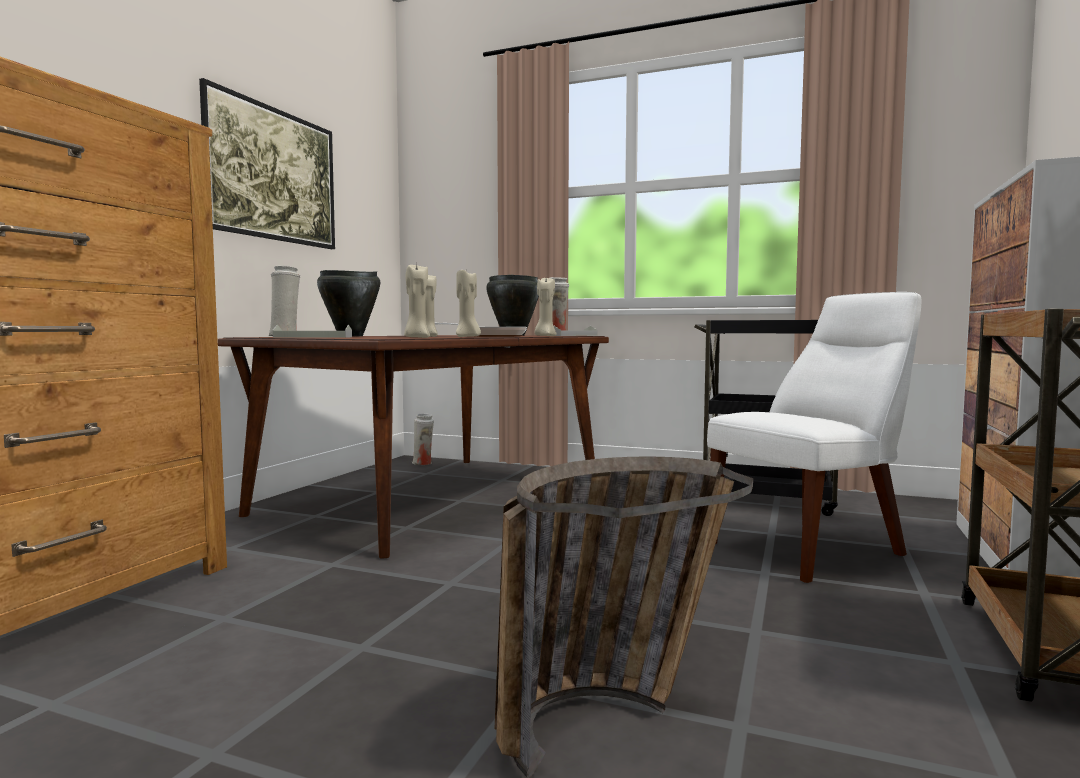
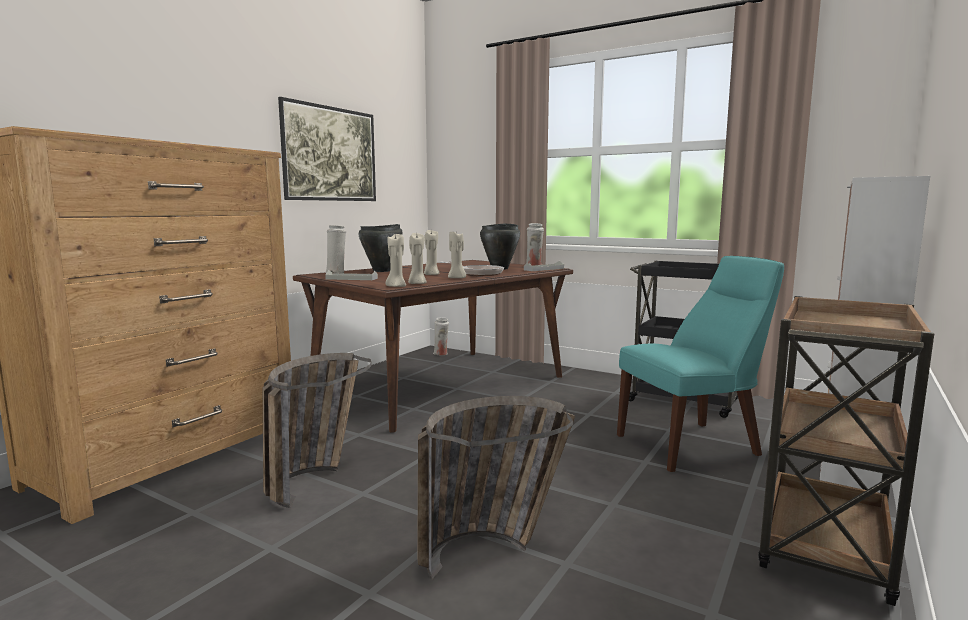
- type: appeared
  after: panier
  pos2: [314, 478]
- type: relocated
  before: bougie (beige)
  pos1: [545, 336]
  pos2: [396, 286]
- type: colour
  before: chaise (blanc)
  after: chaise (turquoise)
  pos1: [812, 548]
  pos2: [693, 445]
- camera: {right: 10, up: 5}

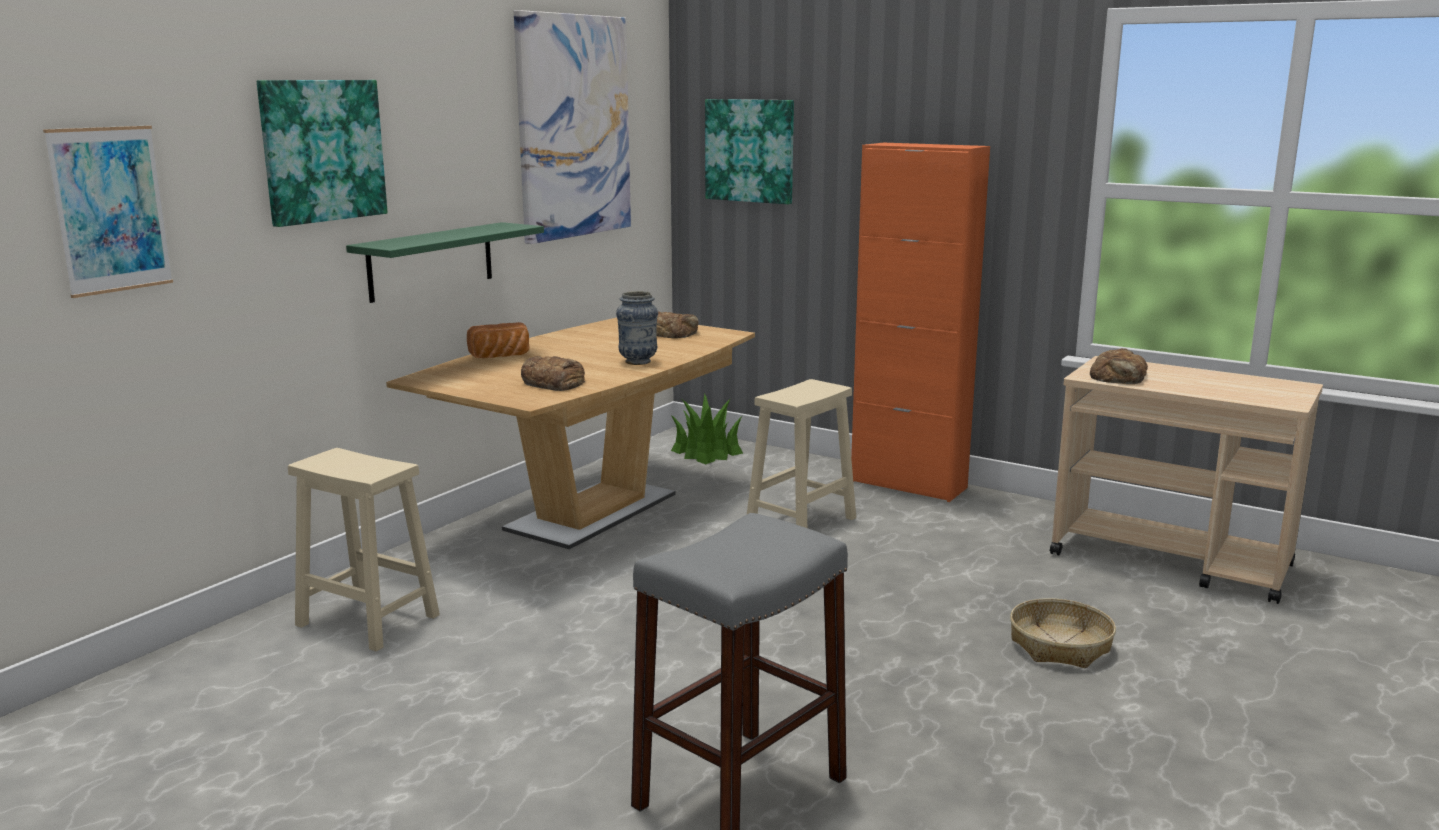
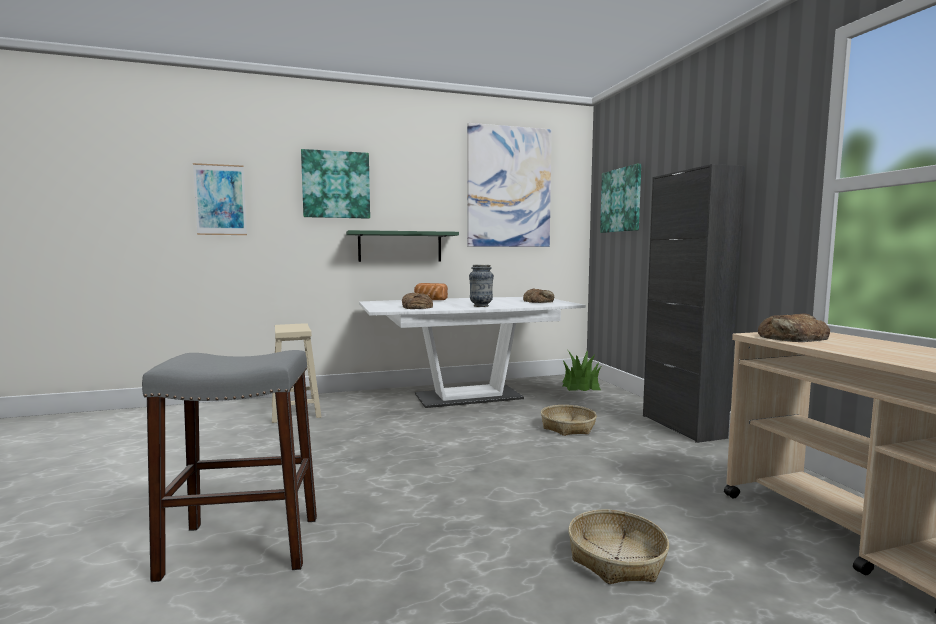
- type: exchanged
  before: tabouret (beige)
  after: panier
  pos1: [800, 522]
  pos2: [568, 427]
- type: colour
  before: table à manger (marron)
  after: table à manger (blanc)
  pos1: [592, 512]
  pos2: [468, 397]
- type: colour
  before: meuble de rangement (orange)
  after: meuble de rangement (noir)
  pos1: [908, 484]
  pos2: [682, 426]
- camera: {right: 40, up: -10}

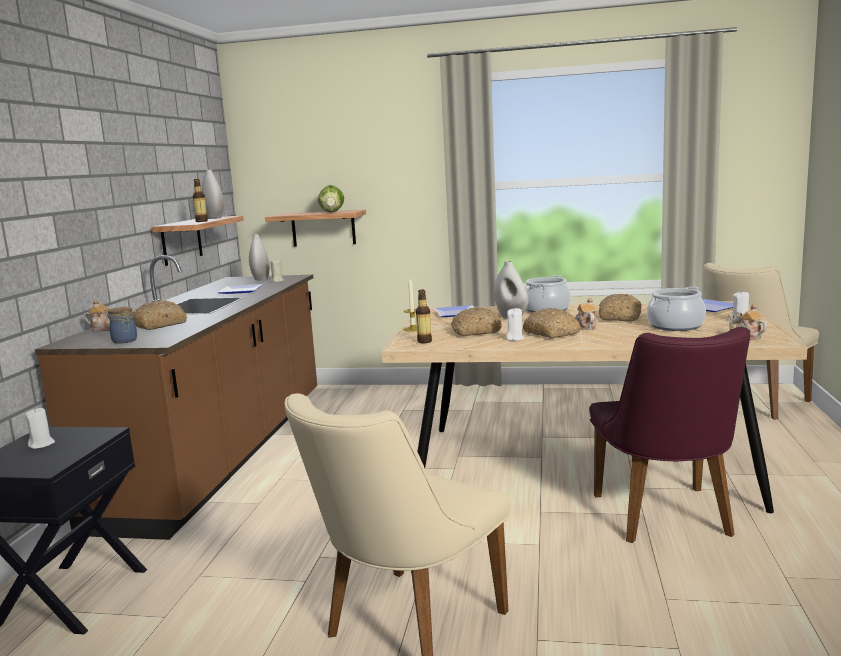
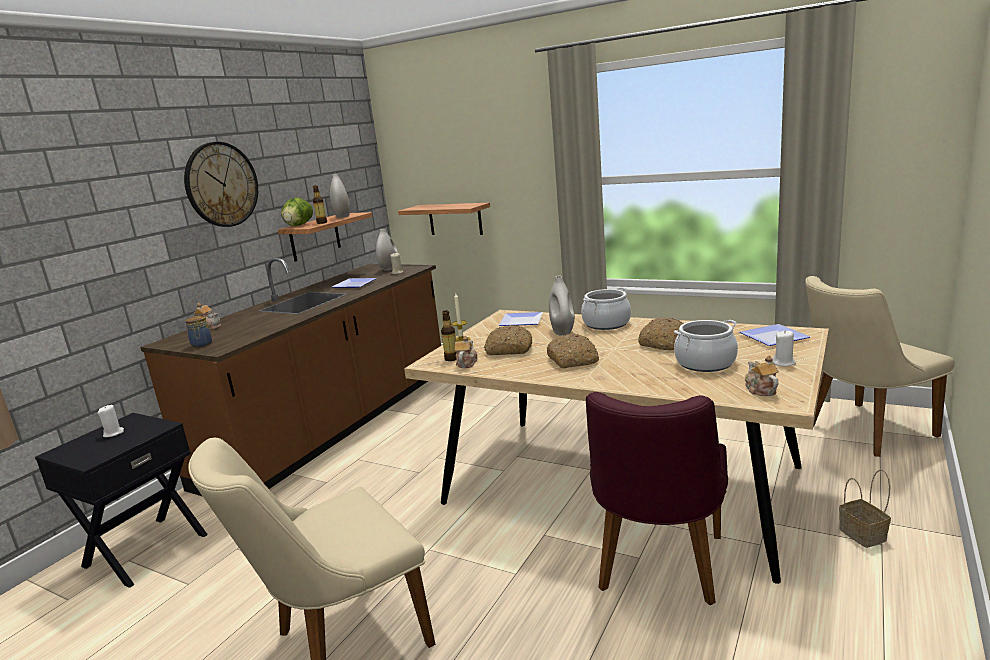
- type: missing
  before: pain
  pos1: [160, 325]
- type: missing
  before: bougie (blanc)
  pos1: [514, 338]
- type: appeared
  after: horloge murale
  pos2: [221, 184]
- type: appeared
  after: panier
  pos2: [864, 535]
- type: relocated
  before: laitue
  pos1: [332, 212]
  pos2: [298, 225]
- type: relocated
  before: théière
  pos1: [585, 327]
  pos2: [466, 363]
- camera: {right: 20, up: 5}

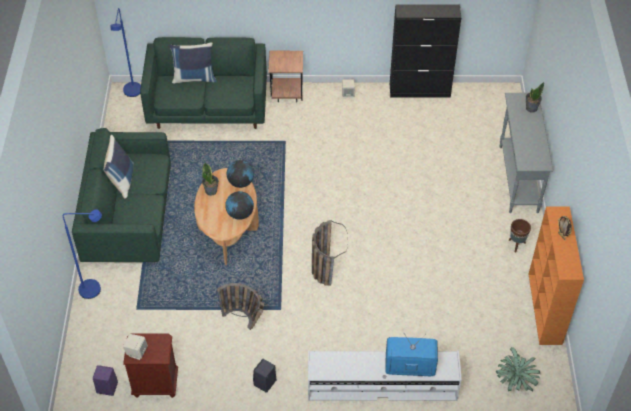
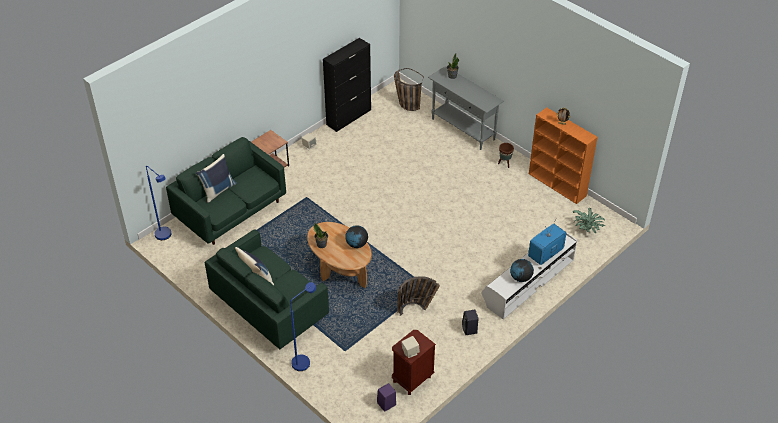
- type: relocated
  before: globe
  pos1: [241, 182]
  pos2: [520, 278]
- type: relocated
  before: panier
  pos1: [324, 266]
  pos2: [405, 103]
- camera: {right: -45, up: -5}

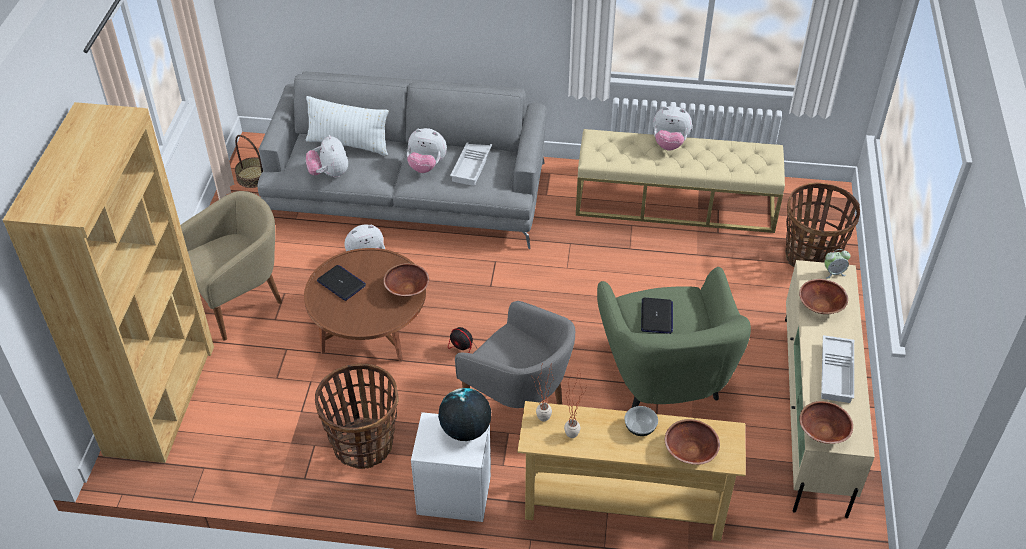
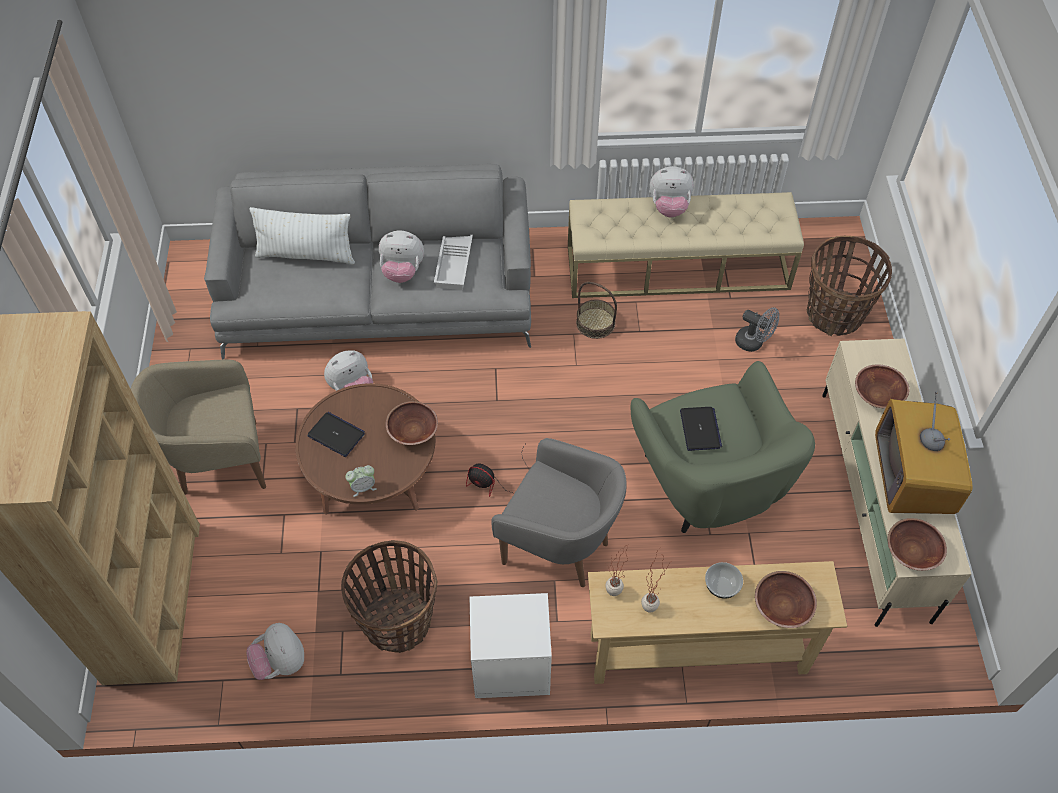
- type: missing
  before: globe
  pos1: [465, 430]
- type: appeared
  after: ventilateur (gris)
  pos2: [753, 342]
- type: relocated
  before: panier
  pos1: [253, 176]
  pos2: [595, 323]
- type: relocated
  before: peluche
  pos1: [329, 174]
  pos2: [280, 662]
- type: relocated
  before: réveil
  pos1: [833, 272]
  pos2: [363, 487]
- type: exchanged
  before: plateau (blanc)
  after: téléviseur
  pos1: [837, 373]
  pos2: [912, 476]
- type: spun
  before: fauteuil (beige)
  pos1: [241, 303]
  pos2: [219, 463]
  turn: -150
- camera: {right: -10, up: 10}

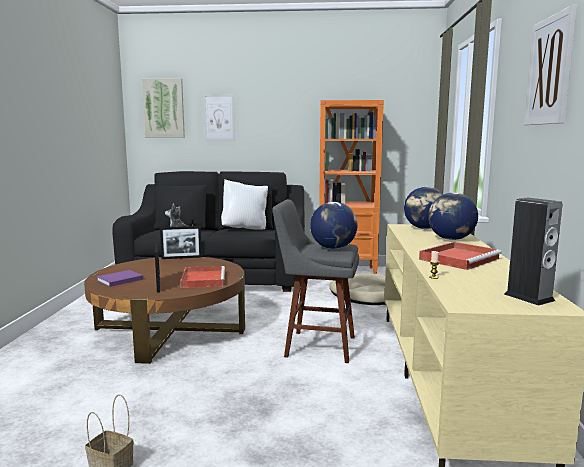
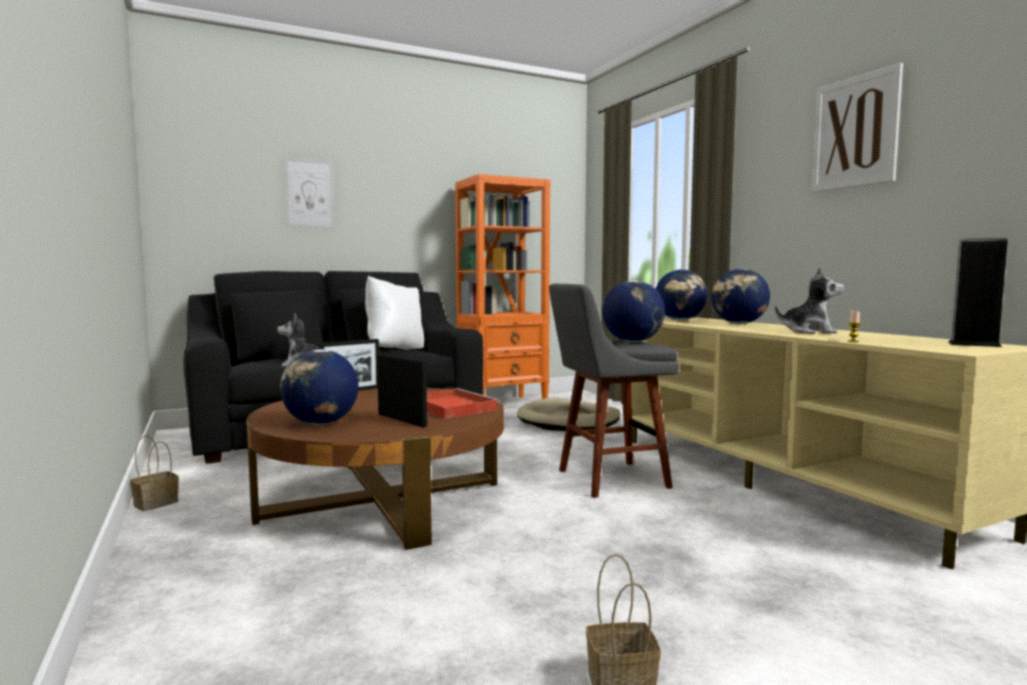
- type: missing
  before: tableau
  pos1: [164, 108]
- type: appeared
  after: panier
  pos2: [155, 504]
- type: exchanged
  before: livre (violet)
  after: globe
  pos1: [119, 280]
  pos2: [320, 423]
- type: exchanged
  before: plateau (rouge)
  after: peluche
  pos1: [459, 258]
  pos2: [809, 332]
- camera: {right: -30, up: -5}

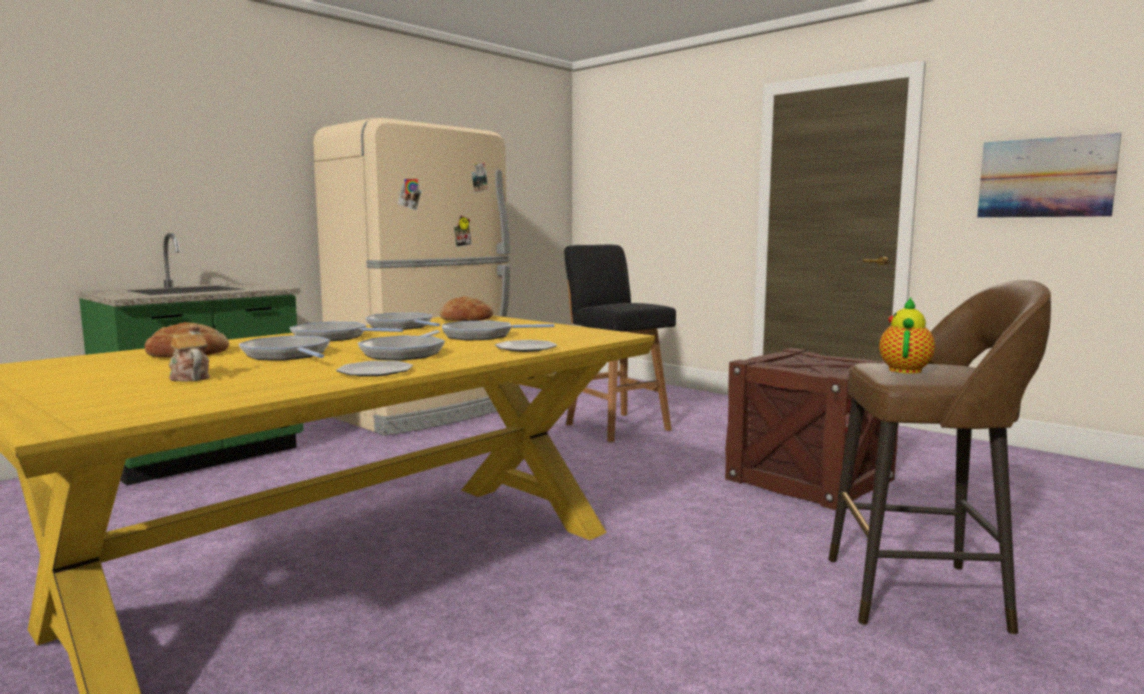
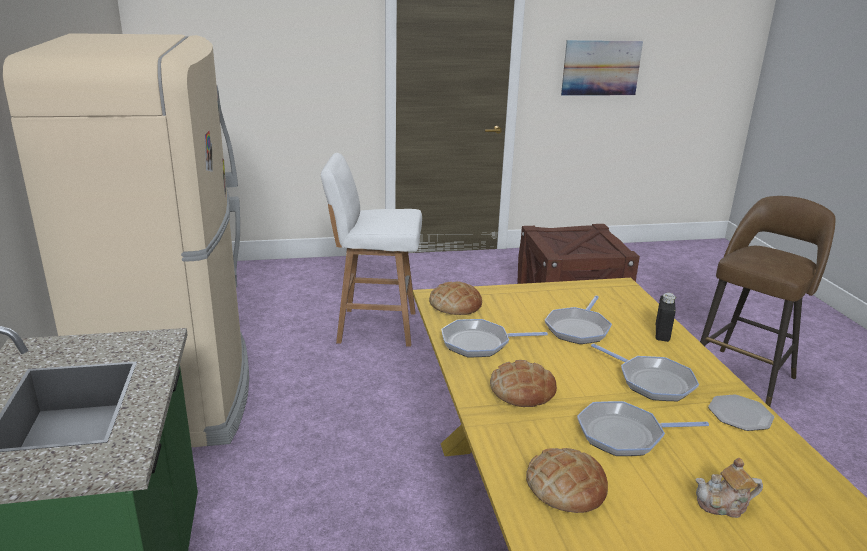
- type: missing
  before: théière
  pos1: [905, 369]
- type: exchanged
  before: poêle
  after: pain
  pos1: [334, 337]
  pos2: [522, 390]
- type: exchanged
  before: assiette
  after: bouteille (noir)
  pos1: [526, 348]
  pos2: [662, 333]
- type: colour
  before: tabouret (noir)
  after: tabouret (blanc)
  pos1: [616, 426]
  pos2: [374, 327]
- camera: {right: -55, up: 15}

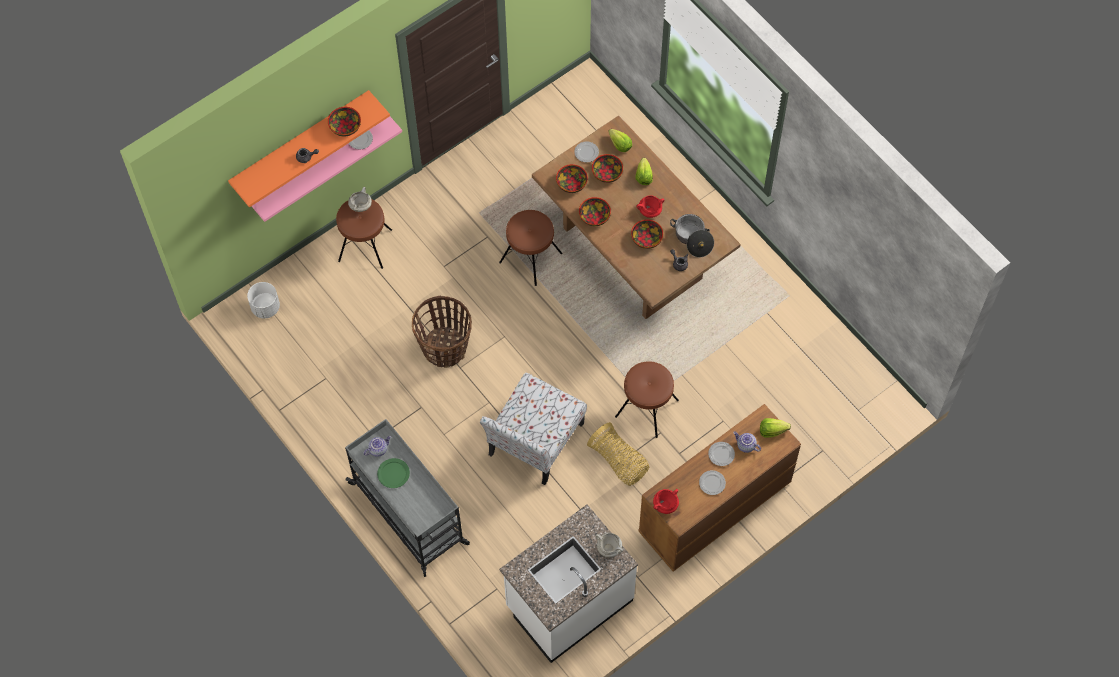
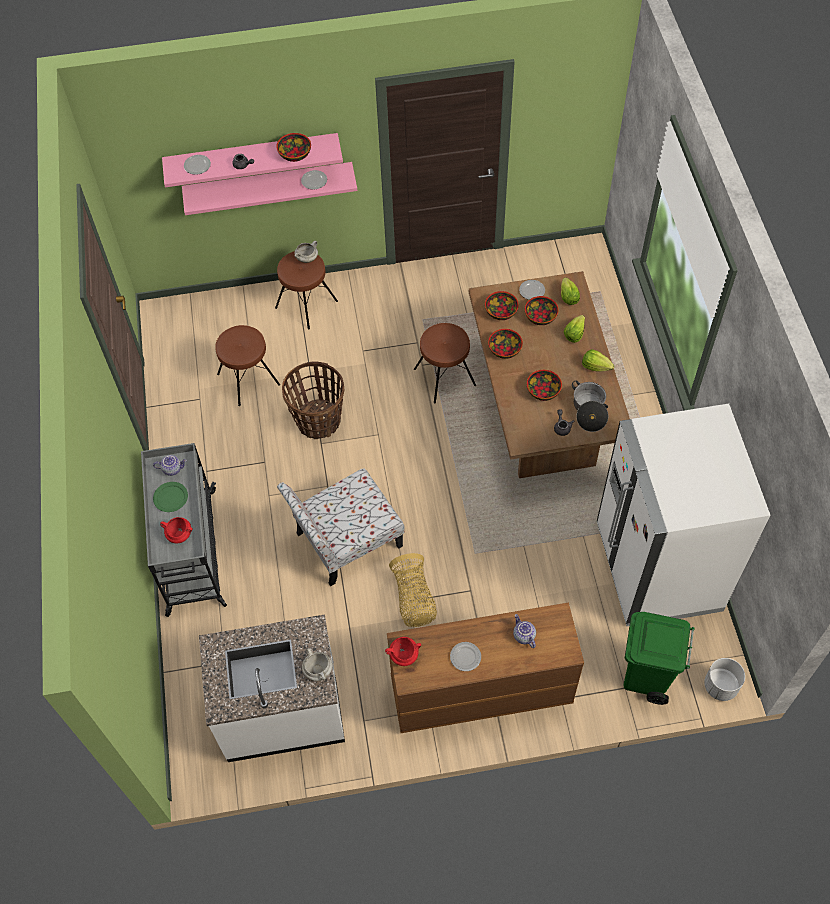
- type: appeared
  after: réfrigérateur (blanc)
  pos2: [657, 568]
- type: appeared
  after: poubelle (vert)
  pos2: [646, 676]
- type: relocated
  before: cache-pot (blanc)
  pos1: [265, 307]
  pos2: [720, 686]
- type: relocated
  before: tabouret (marron)
  pos1: [647, 408]
  pos2: [248, 379]
- type: relocated
  before: marmite (rouge)
  pos1: [649, 211]
  pos2: [179, 535]
- type: relocated
  before: assiette
  pos1: [721, 454]
  pos2: [197, 165]
- type: relocated
  before: laitue
  pos1: [772, 430]
  pos2: [595, 366]
- type: colour
  before: étagère (orange)
  after: étagère (rose)
  pos1: [300, 142]
  pos2: [252, 156]
- camera: {right: 30, up: -5}

